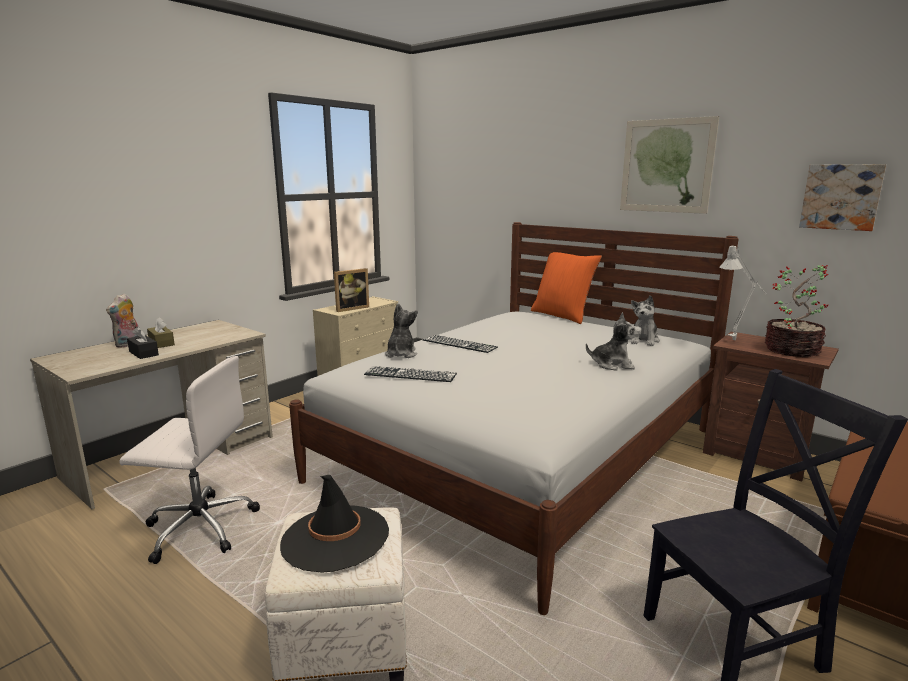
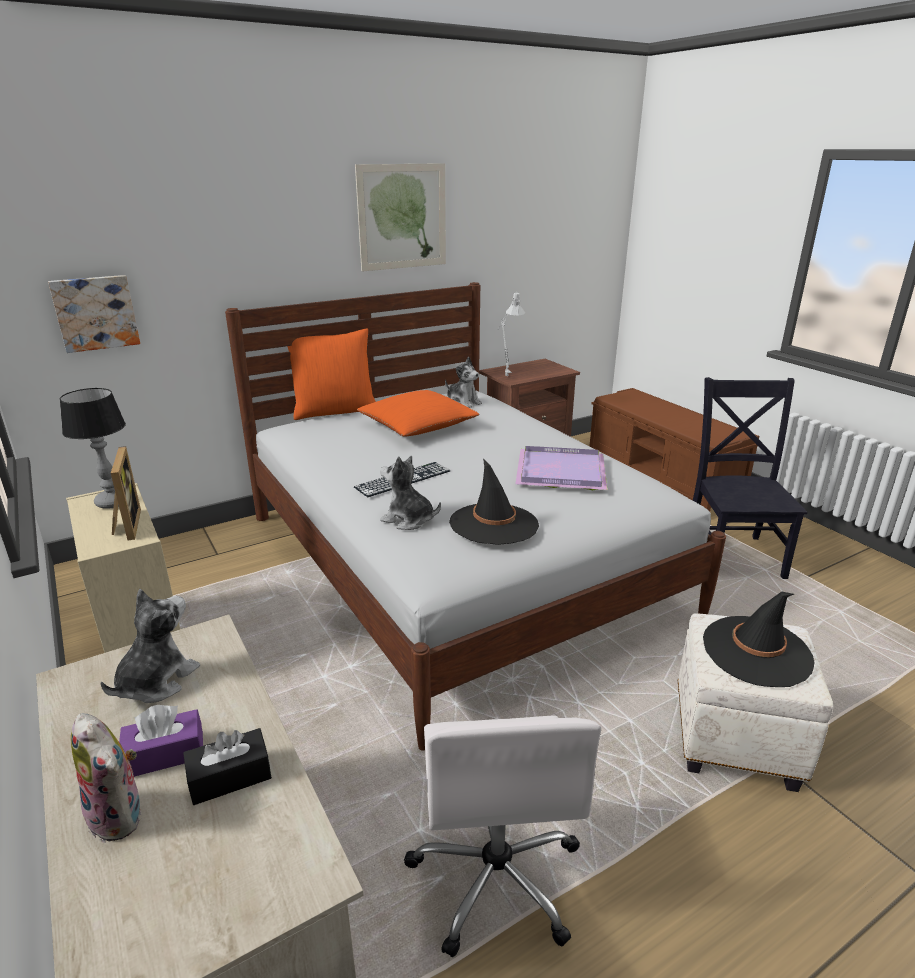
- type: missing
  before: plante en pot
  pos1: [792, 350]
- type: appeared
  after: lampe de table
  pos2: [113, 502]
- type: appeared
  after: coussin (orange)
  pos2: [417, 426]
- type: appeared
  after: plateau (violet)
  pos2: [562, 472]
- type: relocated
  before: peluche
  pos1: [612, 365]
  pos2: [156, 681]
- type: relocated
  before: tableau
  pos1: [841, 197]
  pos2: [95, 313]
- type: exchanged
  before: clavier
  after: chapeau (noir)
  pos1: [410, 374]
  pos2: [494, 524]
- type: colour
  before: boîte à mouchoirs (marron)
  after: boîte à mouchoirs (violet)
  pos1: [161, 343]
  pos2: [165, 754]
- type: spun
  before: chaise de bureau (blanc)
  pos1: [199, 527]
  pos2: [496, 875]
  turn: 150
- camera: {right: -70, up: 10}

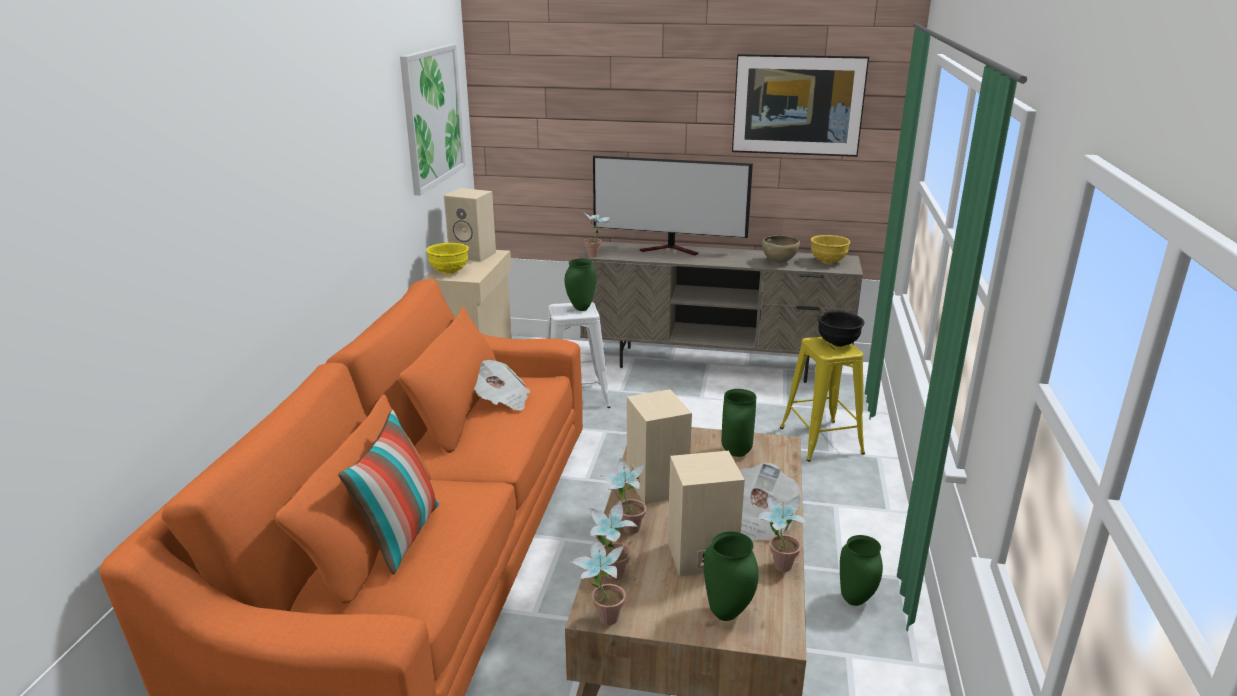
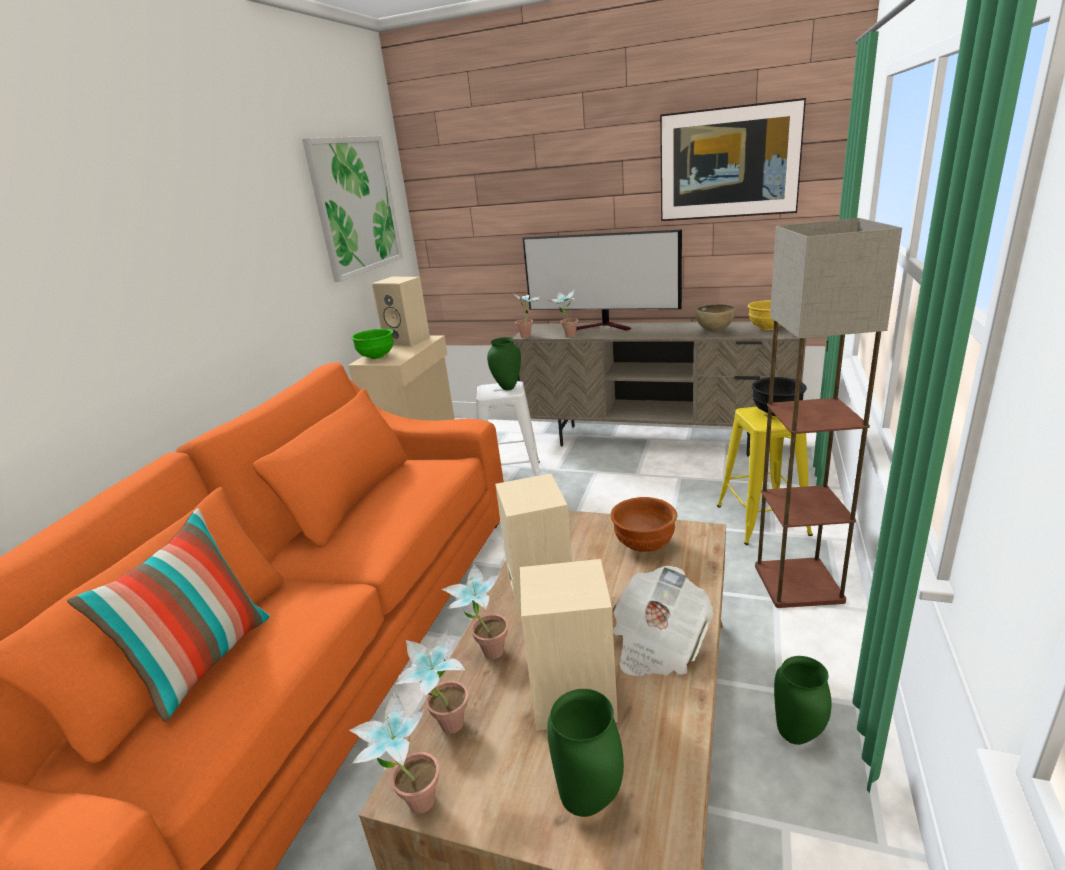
- type: missing
  before: journal
  pos1: [500, 400]
- type: appeared
  after: lampadaire
  pos2: [799, 584]
- type: relocated
  before: plante en pot
  pos1: [777, 568]
  pos2: [567, 336]
- type: exchanged
  before: vase (vert)
  after: bol (marron)
  pos1: [735, 452]
  pos2: [643, 545]
- type: colour
  before: bol (jaune)
  after: bol (vert)
  pos1: [450, 272]
  pos2: [377, 357]
- camera: {right: 10, up: 0}

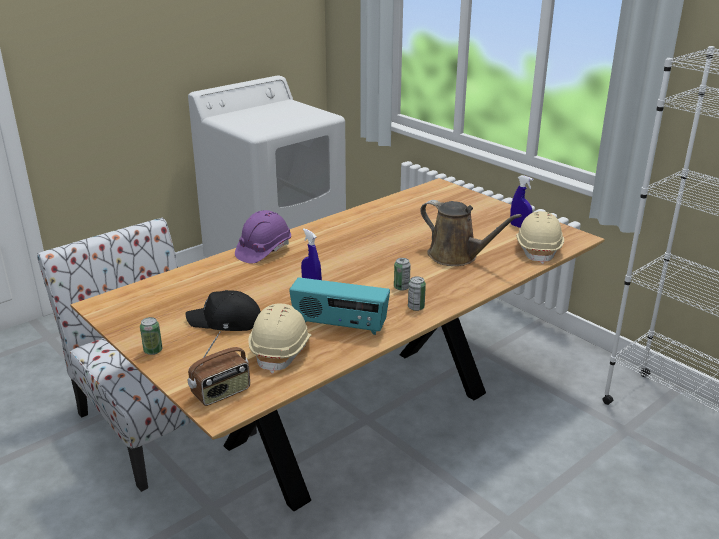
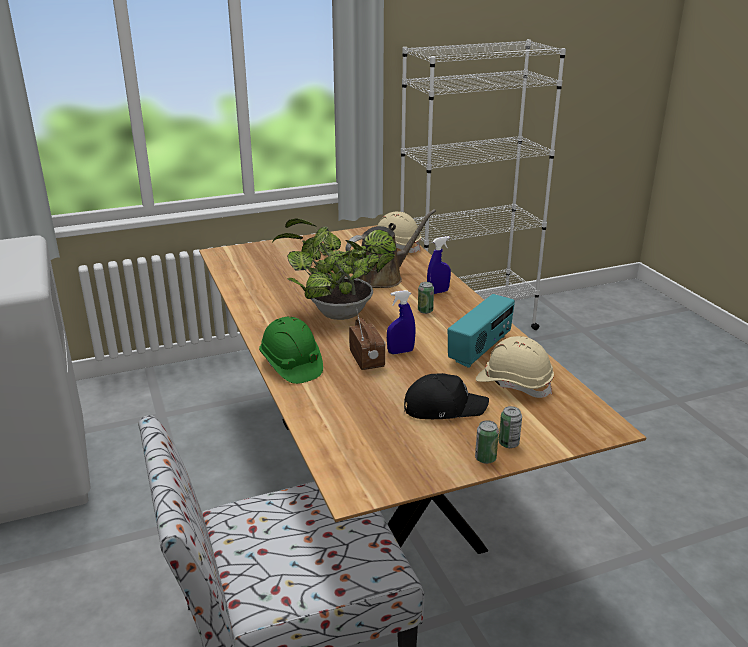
- type: appeared
  after: plante en pot
  pos2: [335, 313]
- type: relocated
  before: radio
  pos1: [221, 393]
  pos2: [367, 360]
- type: relocated
  before: boîte métallique
  pos1: [416, 307]
  pos2: [508, 443]
- type: relocated
  before: vaporisateur (bleu)
  pos1: [519, 226]
  pos2: [438, 292]
- type: colour
  before: casque de chantier (violet)
  after: casque de chantier (vert)
  pos1: [263, 251]
  pos2: [291, 365]
- type: spun
  before: casquette (noir)
  pos1: [225, 321]
  pos2: [443, 407]
  turn: -120
- camera: {right: -70, up: 0}

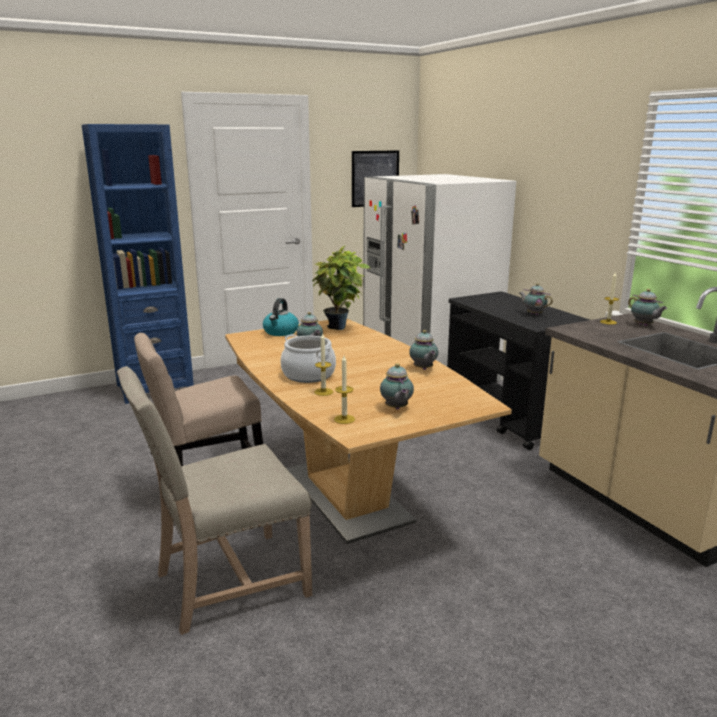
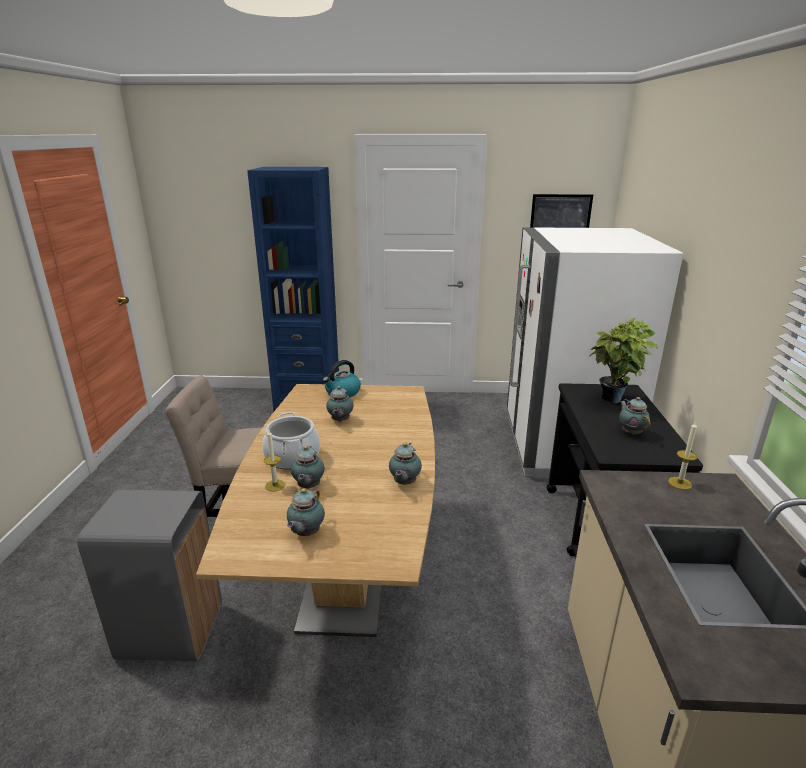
- type: missing
  before: bougie
  pos1: [344, 419]
- type: relocated
  before: plante en pot
  pos1: [340, 329]
  pos2: [614, 401]
- type: relocated
  before: théière
  pos1: [644, 325]
  pos2: [308, 487]
- type: exchanged
  before: chaise (beige)
  after: poubelle (gris)
  pos1: [227, 583]
  pos2: [171, 631]
- camera: {right: 30, up: 5}

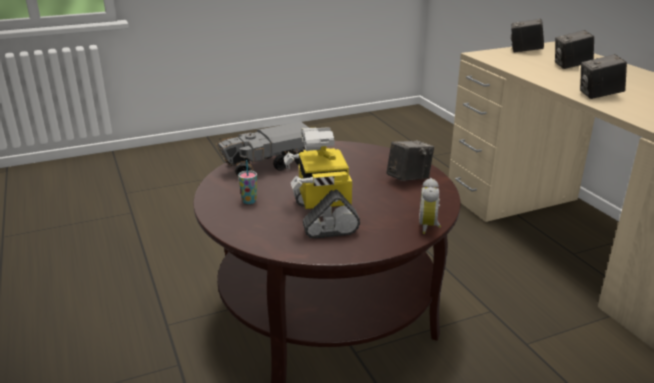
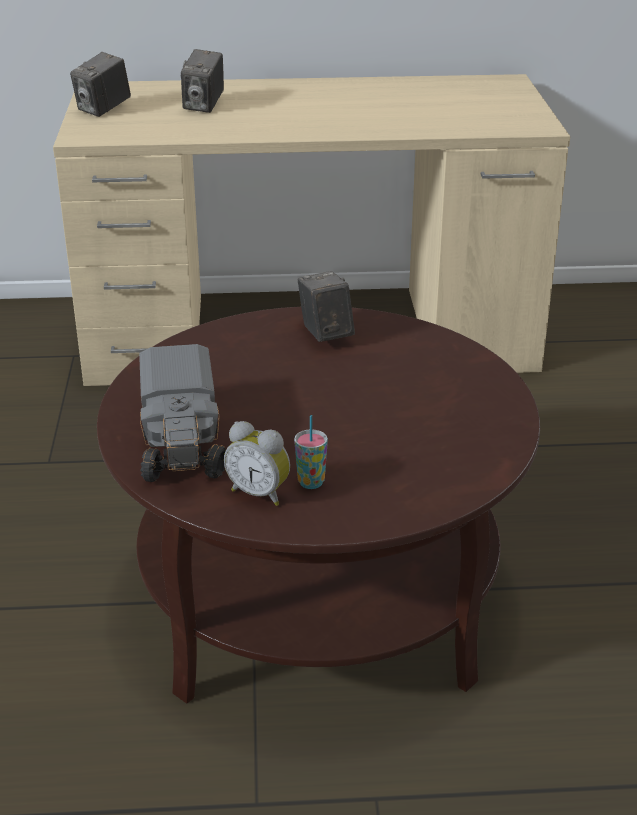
- type: missing
  before: robot jouet
  pos1: [322, 216]
- type: missing
  before: appareil photo
  pos1: [599, 95]
- type: relocated
  before: réveil
  pos1: [429, 227]
  pos2: [260, 493]
- camera: {right: -70, up: 5}

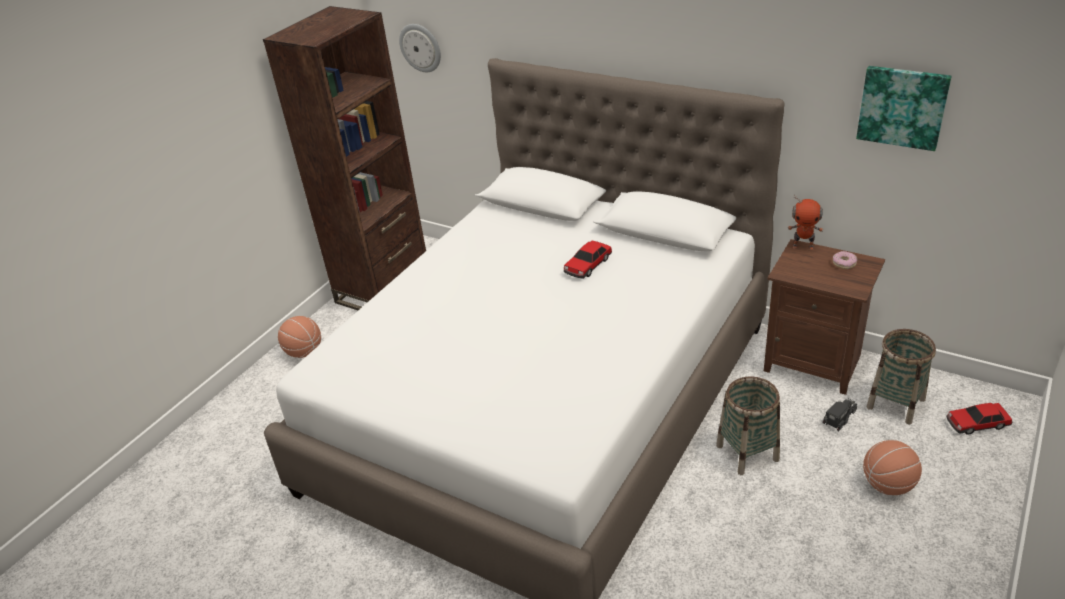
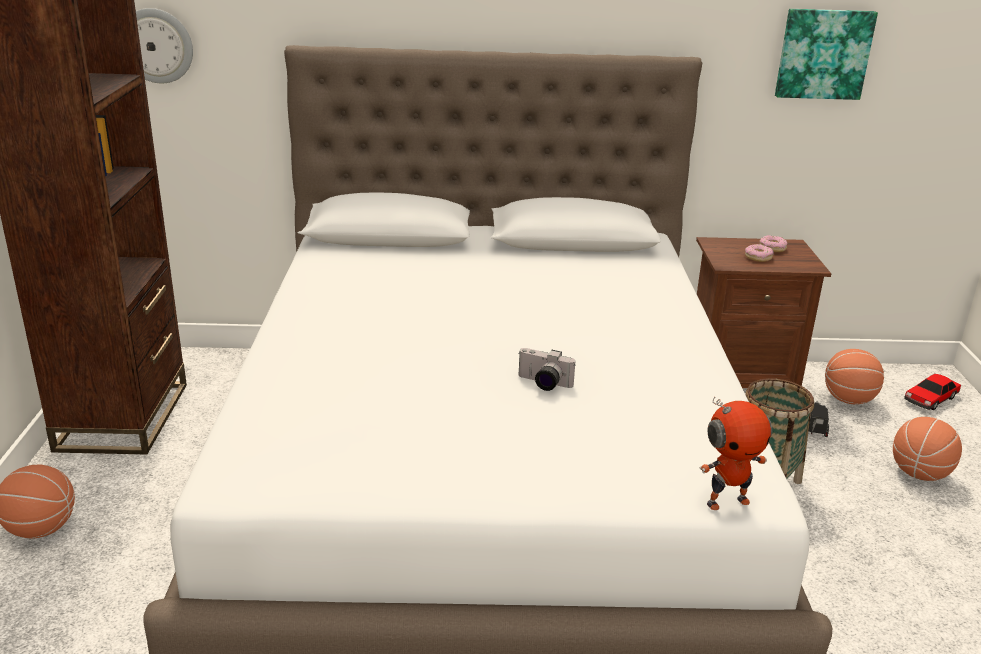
- type: missing
  before: petite voiture
  pos1: [587, 265]
- type: appeared
  after: appareil photo
  pos2: [543, 384]
- type: appeared
  after: beignet
  pos2: [758, 257]
- type: relocated
  before: robot jouet
  pos1: [803, 246]
  pos2: [727, 501]
- type: exchanged
  before: panier
  after: ballon de basket
  pos1: [895, 403]
  pos2: [848, 399]
- camera: {right: -35, up: -10}

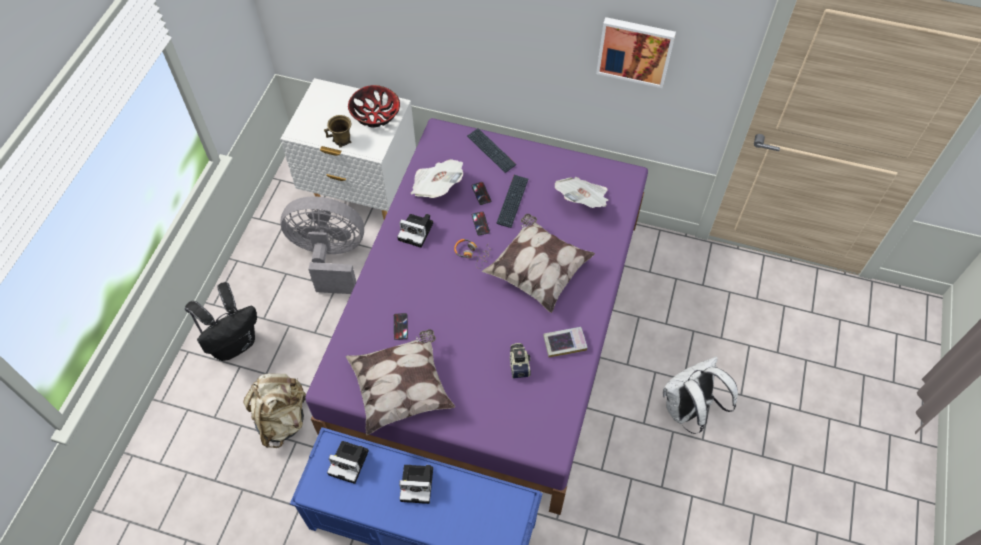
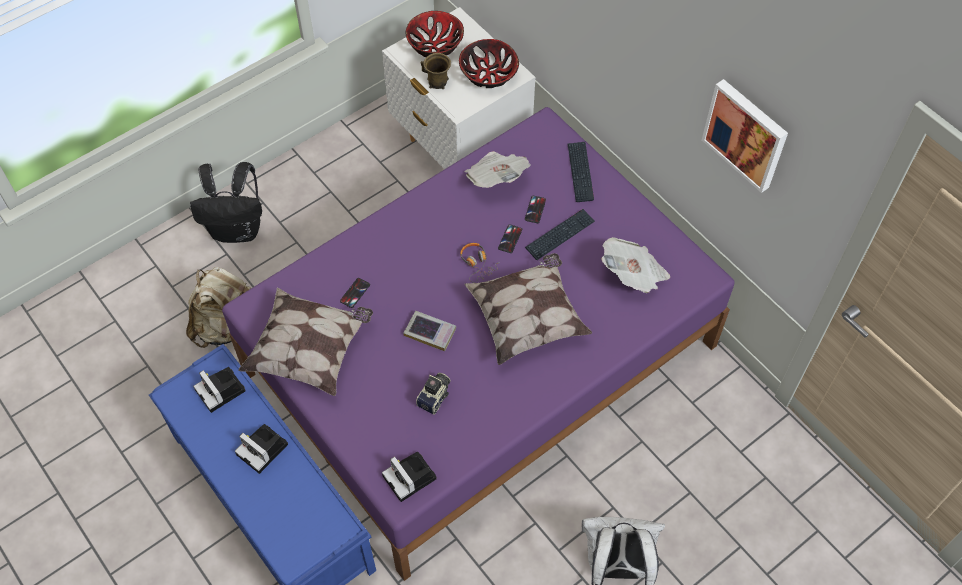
- type: missing
  before: ventilateur (gris)
  pos1: [330, 258]
- type: appeared
  after: bol
  pos2: [434, 44]
- type: relocated
  before: appareil photo
  pos1: [417, 231]
  pos2: [411, 478]
- type: relocated
  before: livre
  pos1: [564, 343]
  pos2: [430, 332]
- camera: {right: 35, up: 0}

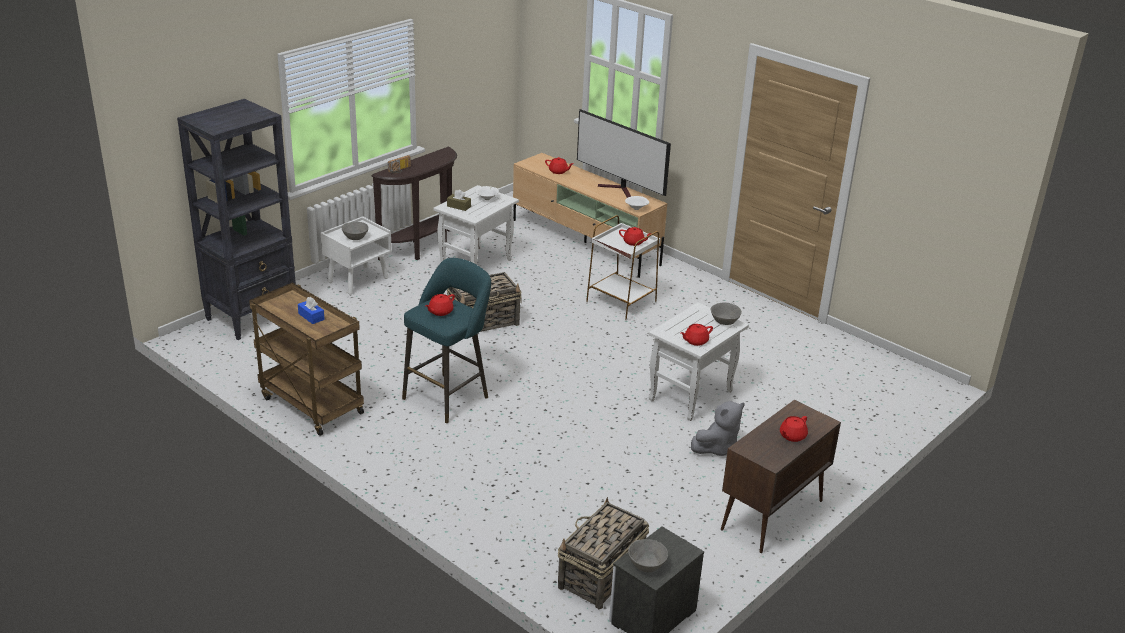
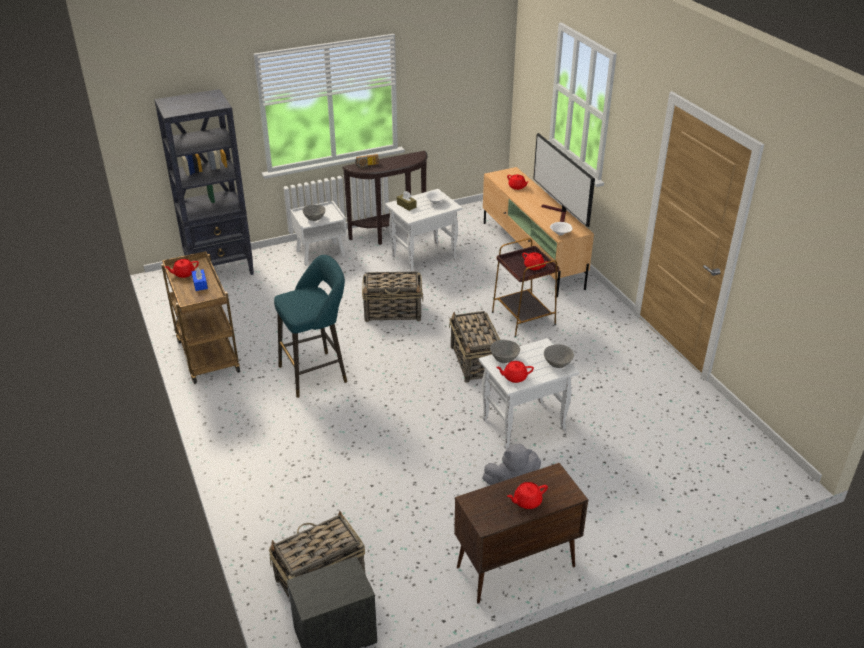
- type: appeared
  after: panier
  pos2: [475, 362]
- type: relocated
  before: théière (rouge)
  pos1: [440, 311]
  pos2: [183, 274]
- type: relocated
  before: bol (gris)
  pos1: [647, 565]
  pos2: [504, 358]
- type: colour
  before: table d'appoint (blanc)
  after: table d'appoint (marron)
  pos1: [621, 303]
  pos2: [523, 319]
- camera: {right: 25, up: 5}

